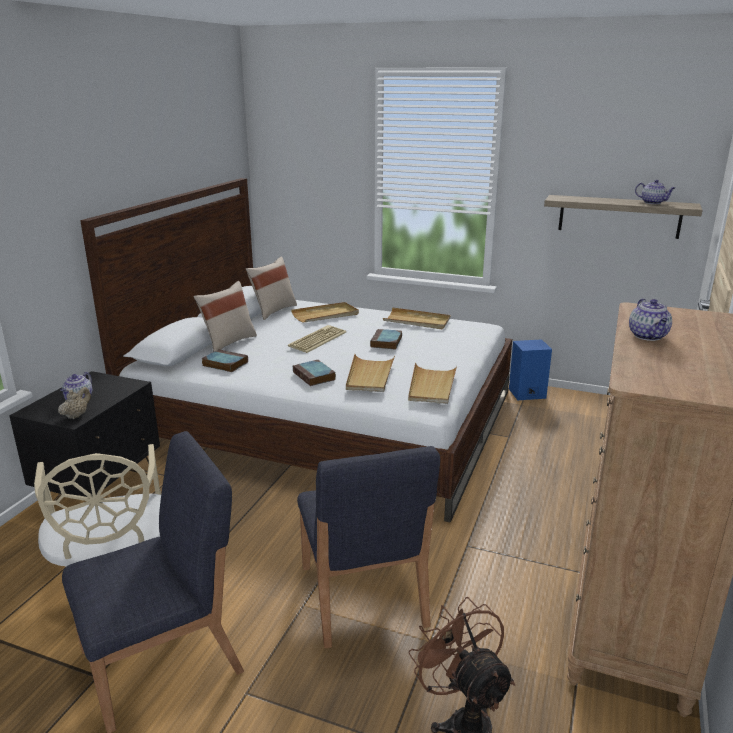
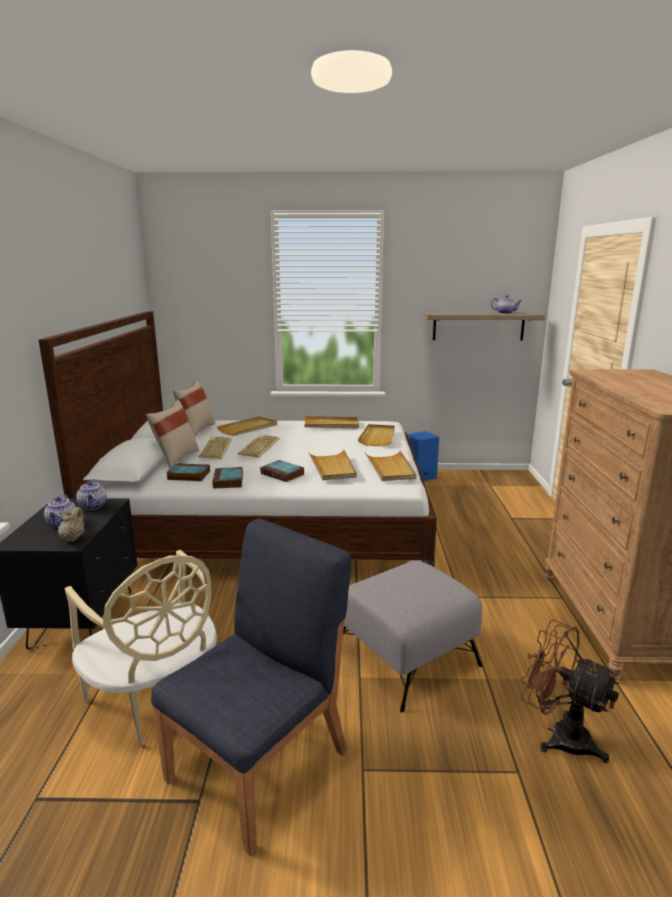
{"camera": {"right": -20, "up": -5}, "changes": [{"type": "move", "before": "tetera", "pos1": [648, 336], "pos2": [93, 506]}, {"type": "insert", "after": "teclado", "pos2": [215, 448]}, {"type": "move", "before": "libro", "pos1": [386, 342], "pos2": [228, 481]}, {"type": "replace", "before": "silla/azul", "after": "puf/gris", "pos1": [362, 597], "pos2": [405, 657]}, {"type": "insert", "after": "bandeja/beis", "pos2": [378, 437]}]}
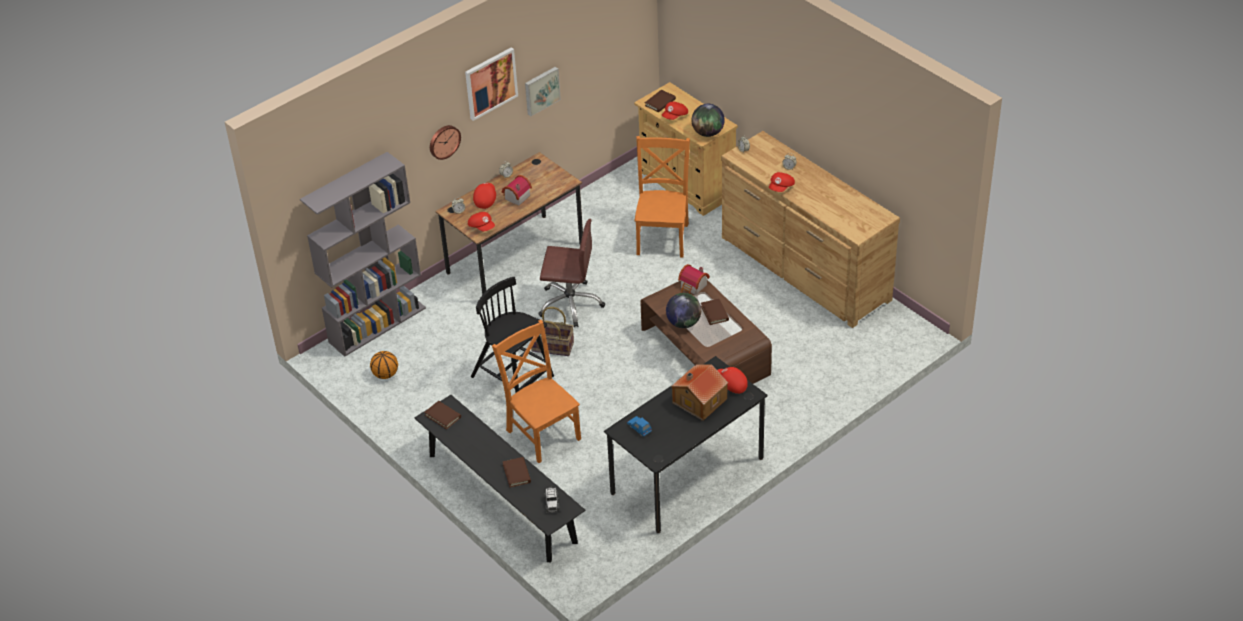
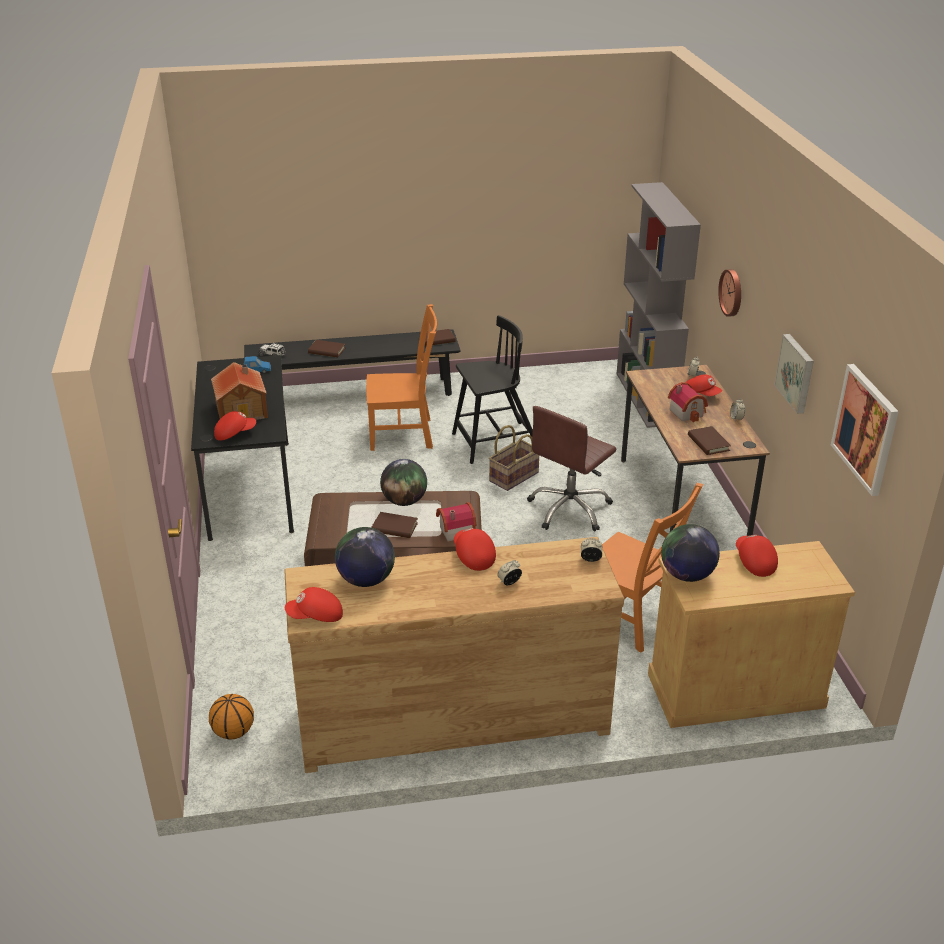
{"camera": {"right": 120, "up": -10}, "changes": [{"type": "move", "before": "balón de baloncesto", "pos1": [385, 375], "pos2": [233, 731]}, {"type": "move", "before": "gorra/rojo", "pos1": [482, 227], "pos2": [316, 616]}, {"type": "insert", "after": "globo terráqueo", "pos2": [366, 580]}, {"type": "move", "before": "libro/marrón", "pos1": [660, 102], "pos2": [708, 443]}, {"type": "move", "before": "cuadro", "pos1": [490, 83], "pos2": [866, 428]}]}
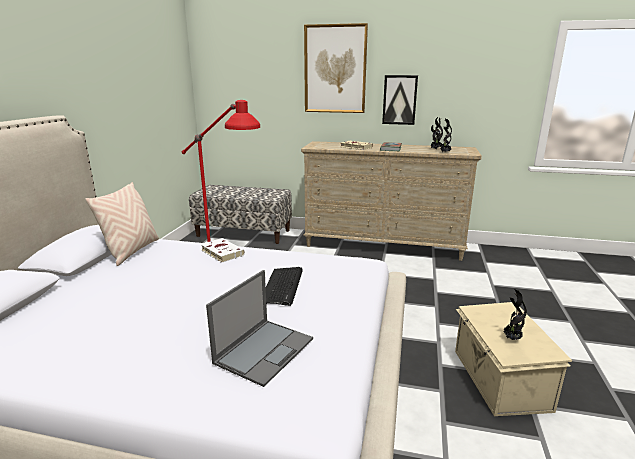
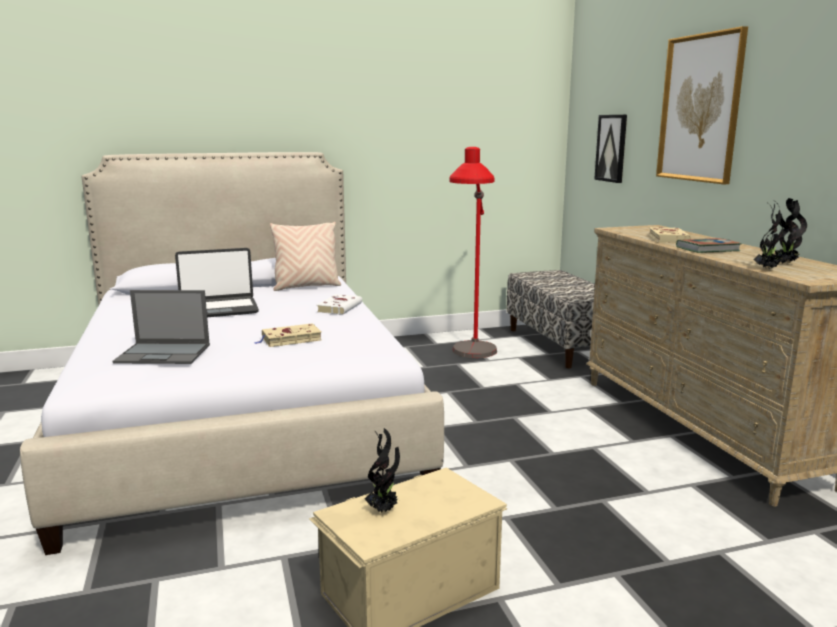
{"camera": {"right": 60, "up": -5}, "changes": [{"type": "insert", "after": "portátil", "pos2": [218, 309]}, {"type": "replace", "before": "teclado", "after": "libro/beis", "pos1": [282, 286], "pos2": [290, 339]}, {"type": "move", "before": "cuadro", "pos1": [399, 100], "pos2": [611, 148]}]}
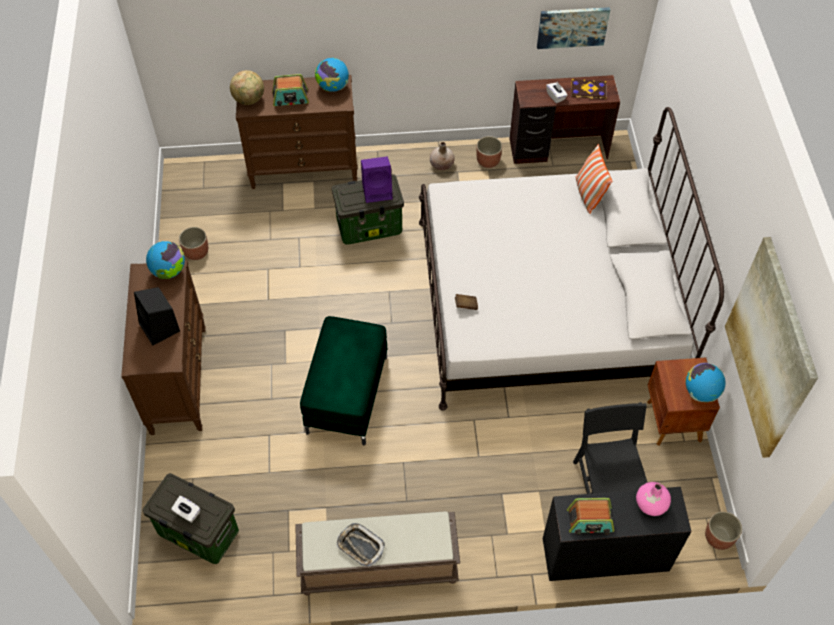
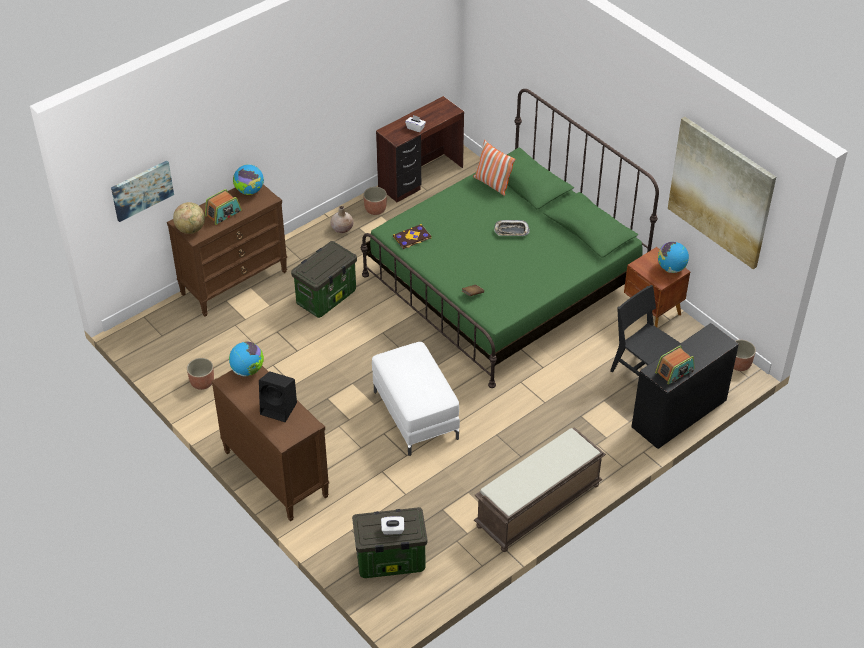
{"camera": {"right": -35, "up": -10}, "changes": [{"type": "move", "before": "cuadro", "pos1": [572, 27], "pos2": [142, 190]}, {"type": "recolor", "before": "cama/blanco", "after": "cama/verde", "pos1": [547, 302], "pos2": [504, 282]}, {"type": "recolor", "before": "puf/verde", "after": "puf/blanco", "pos1": [347, 394], "pos2": [414, 414]}, {"type": "move", "before": "libro", "pos1": [588, 90], "pos2": [412, 237]}, {"type": "move", "before": "bandeja", "pos1": [360, 546], "pos2": [511, 231]}, {"type": "delete", "before": "altavoz/morado", "pos1": [378, 190]}, {"type": "delete", "before": "florero/rosa", "pos1": [650, 504]}]}
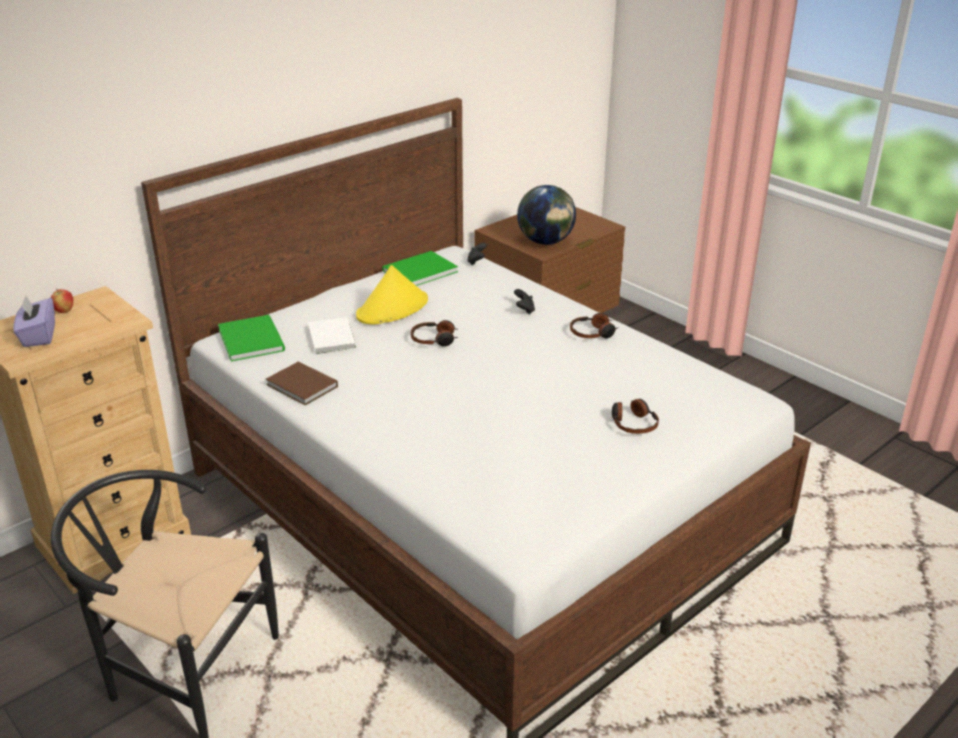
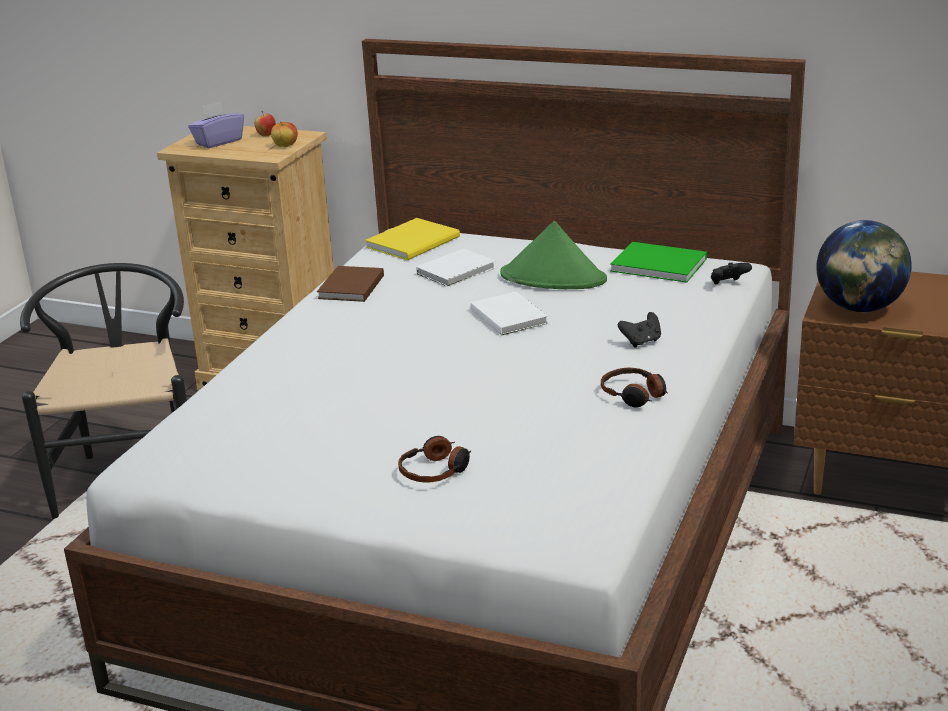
{"camera": {"right": 65, "up": -5}, "changes": [{"type": "insert", "after": "manzana", "pos2": [285, 146]}, {"type": "recolor", "before": "libro/verde", "after": "libro/amarillo", "pos1": [252, 338], "pos2": [416, 241]}, {"type": "replace", "before": "auriculares", "after": "libro/blanco", "pos1": [434, 340], "pos2": [509, 316]}, {"type": "recolor", "before": "sombrero/amarillo", "after": "sombrero/verde", "pos1": [393, 308], "pos2": [553, 278]}]}
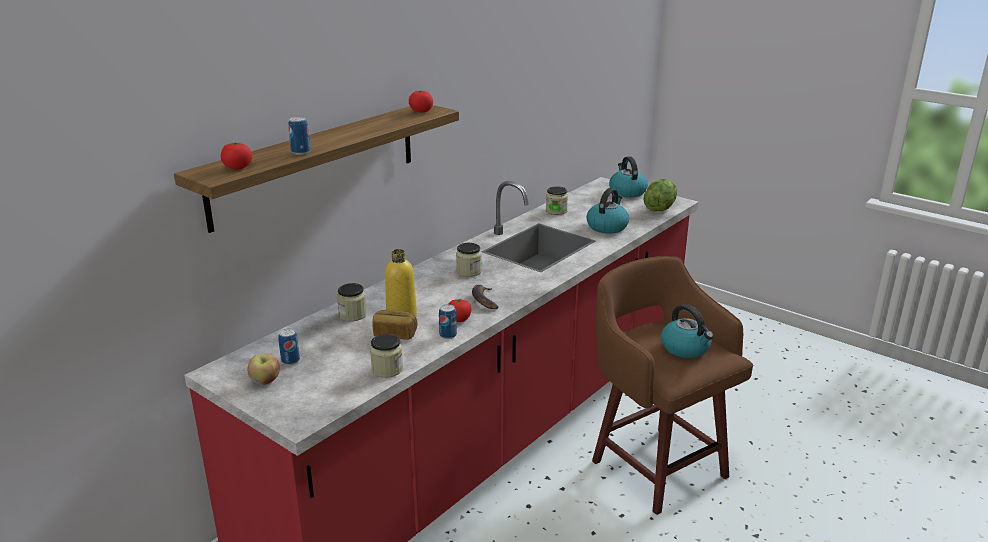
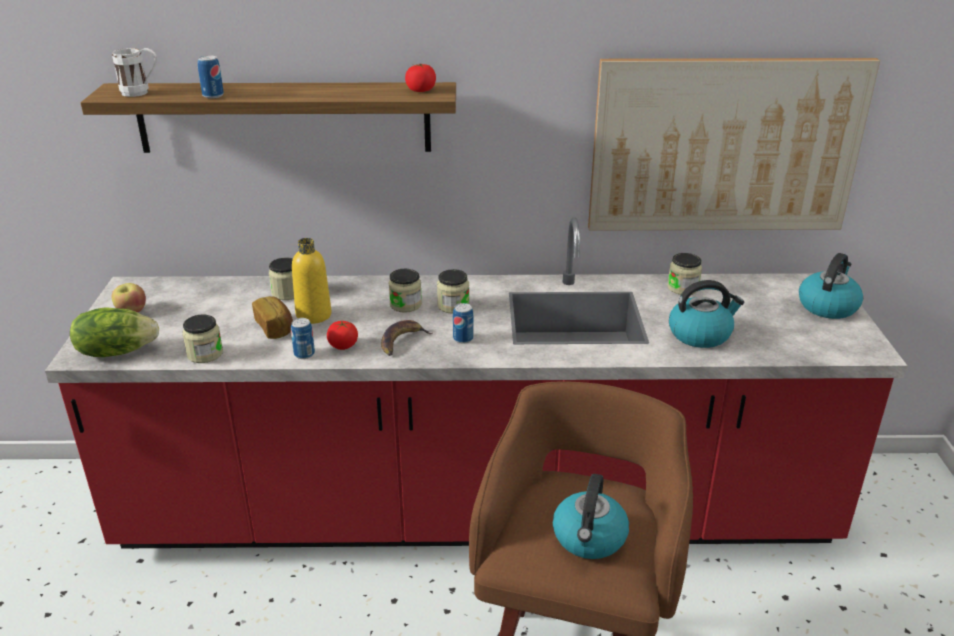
{"camera": {"right": 50, "up": 5}, "changes": [{"type": "move", "before": "lechuga", "pos1": [659, 208], "pos2": [116, 351]}, {"type": "replace", "before": "tomate", "after": "taza grande/blanco", "pos1": [238, 167], "pos2": [141, 93]}, {"type": "insert", "after": "tarro", "pos2": [405, 305]}, {"type": "move", "before": "lata", "pos1": [290, 361], "pos2": [463, 339]}, {"type": "insert", "after": "cuadro", "pos2": [725, 146]}]}
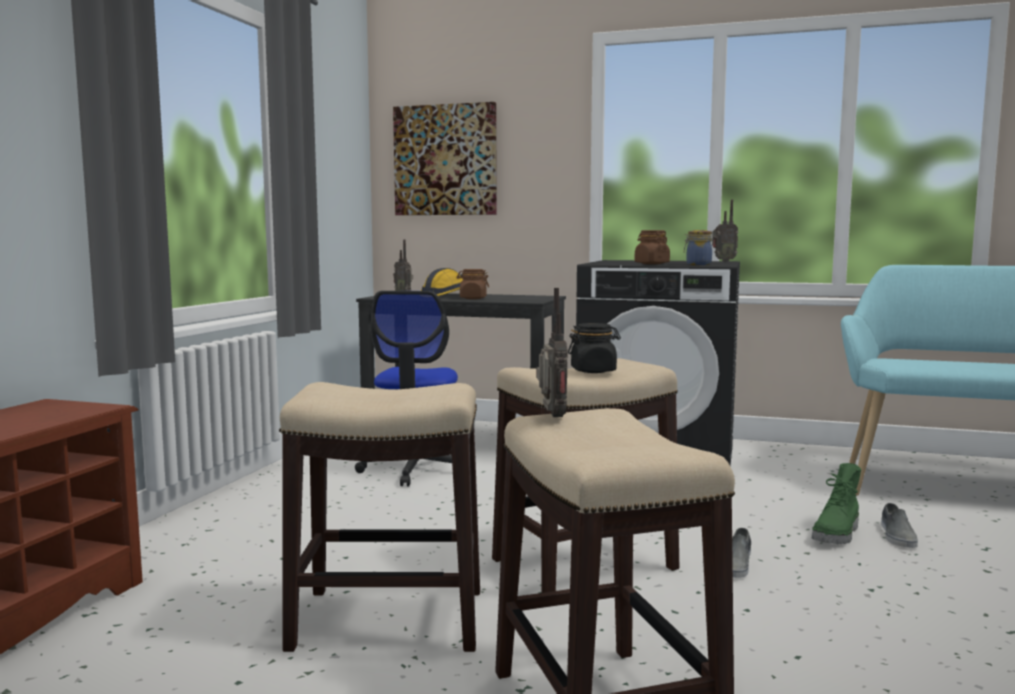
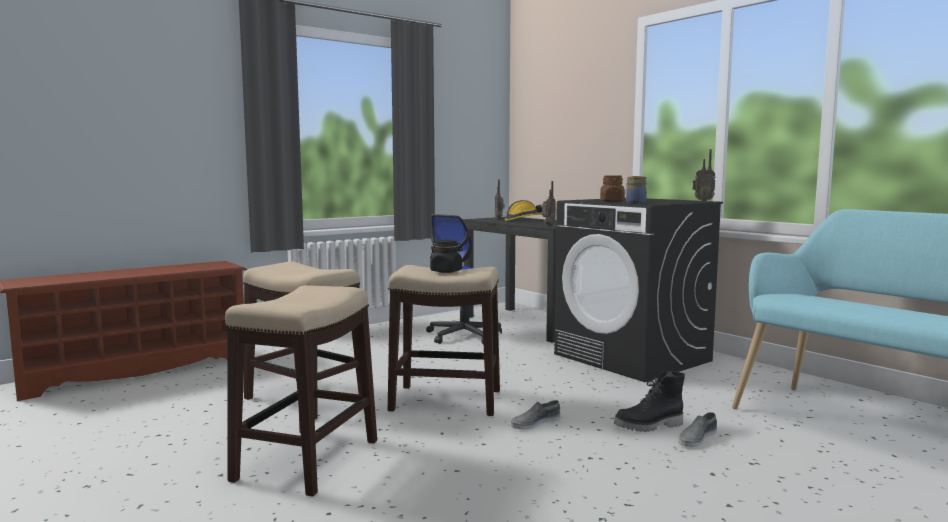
{"camera": {"right": 35, "up": 0}, "changes": [{"type": "move", "before": "radio", "pos1": [551, 417], "pos2": [548, 225]}, {"type": "recolor", "before": "bota/verde", "after": "bota/negro", "pos1": [837, 535], "pos2": [649, 426]}, {"type": "delete", "before": "cuadro", "pos1": [445, 160]}, {"type": "delete", "before": "tarro/marrón", "pos1": [473, 298]}]}
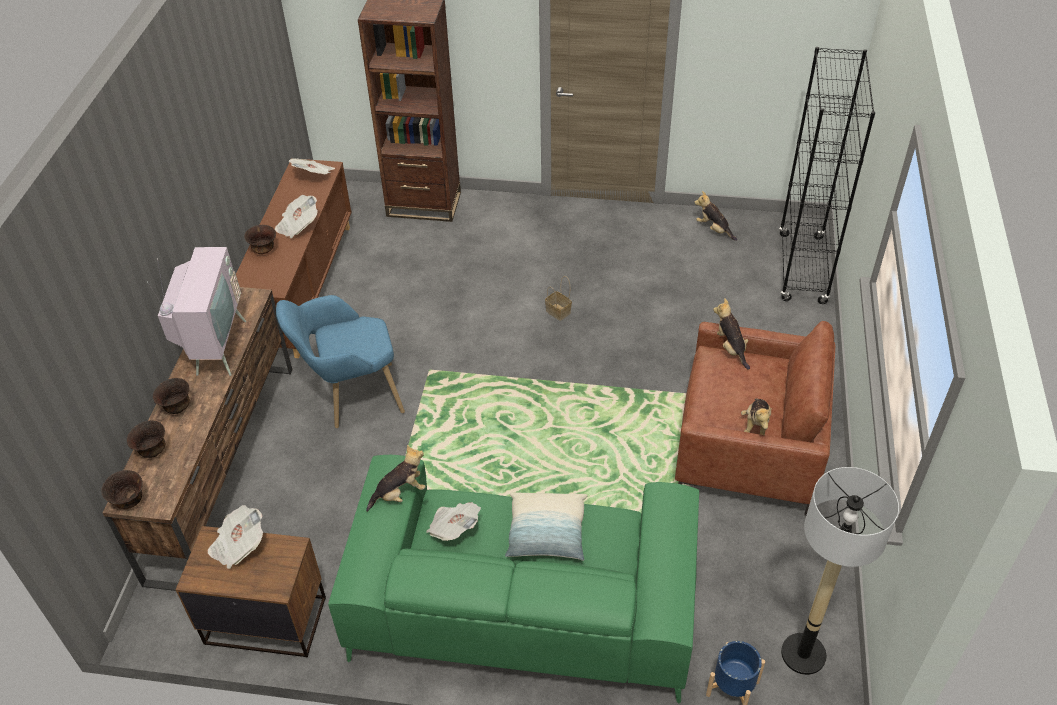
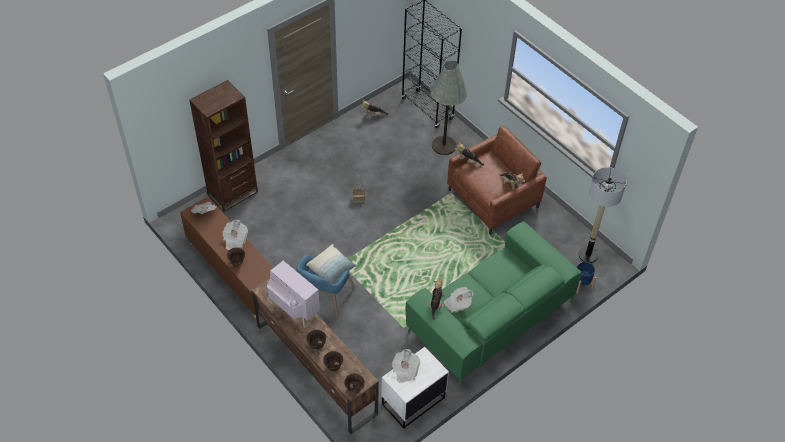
{"camera": {"right": -50, "up": 5}, "changes": [{"type": "move", "before": "cojín", "pos1": [547, 534], "pos2": [331, 269]}, {"type": "recolor", "before": "mesita de noche/marrón", "after": "mesita de noche/blanco", "pos1": [265, 619], "pos2": [412, 401]}, {"type": "insert", "after": "lámpara de pie/gris", "pos2": [444, 145]}]}
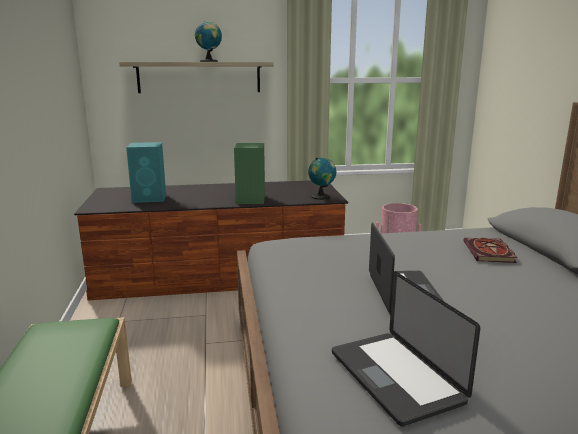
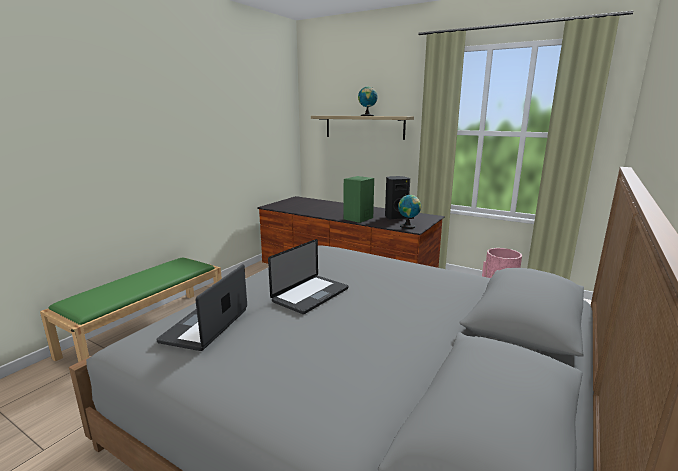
{"camera": {"right": 40, "up": 0}, "changes": [{"type": "insert", "after": "altavoz/negro", "pos2": [395, 217]}, {"type": "delete", "before": "altavoz/turquesa", "pos1": [150, 198]}, {"type": "delete", "before": "libro", "pos1": [490, 253]}]}
